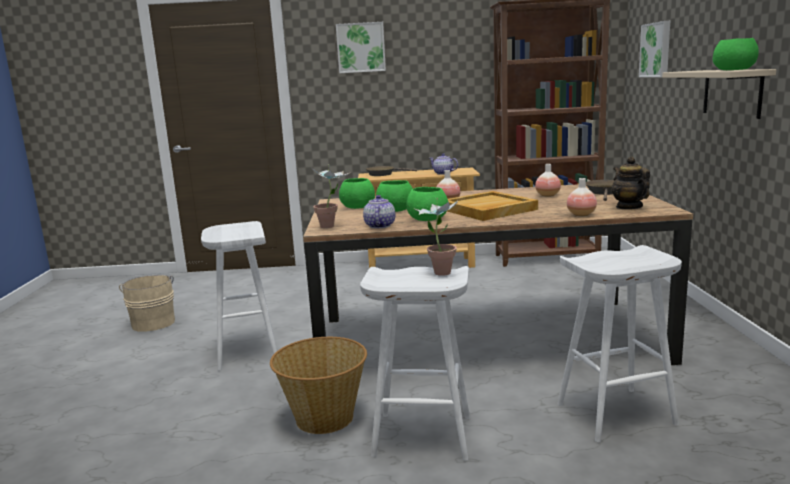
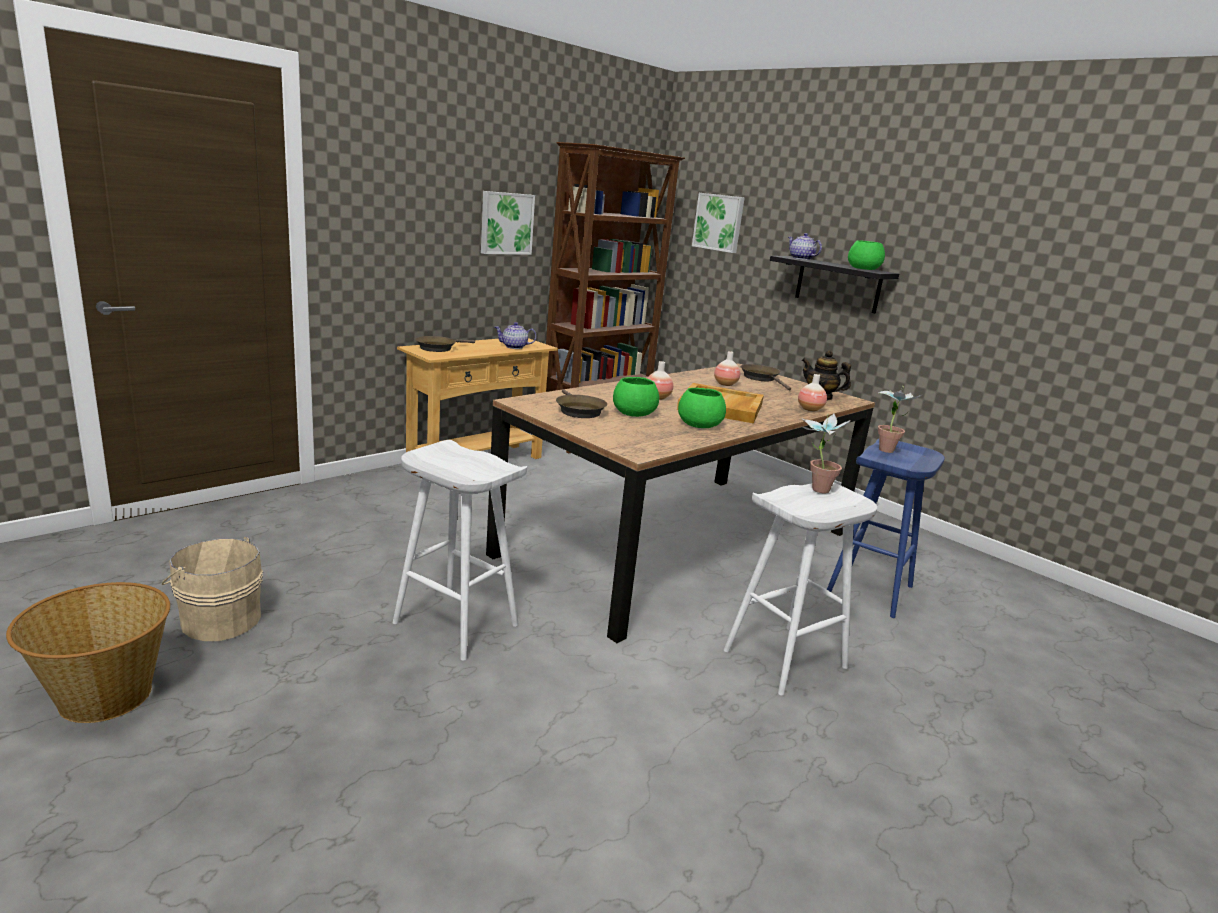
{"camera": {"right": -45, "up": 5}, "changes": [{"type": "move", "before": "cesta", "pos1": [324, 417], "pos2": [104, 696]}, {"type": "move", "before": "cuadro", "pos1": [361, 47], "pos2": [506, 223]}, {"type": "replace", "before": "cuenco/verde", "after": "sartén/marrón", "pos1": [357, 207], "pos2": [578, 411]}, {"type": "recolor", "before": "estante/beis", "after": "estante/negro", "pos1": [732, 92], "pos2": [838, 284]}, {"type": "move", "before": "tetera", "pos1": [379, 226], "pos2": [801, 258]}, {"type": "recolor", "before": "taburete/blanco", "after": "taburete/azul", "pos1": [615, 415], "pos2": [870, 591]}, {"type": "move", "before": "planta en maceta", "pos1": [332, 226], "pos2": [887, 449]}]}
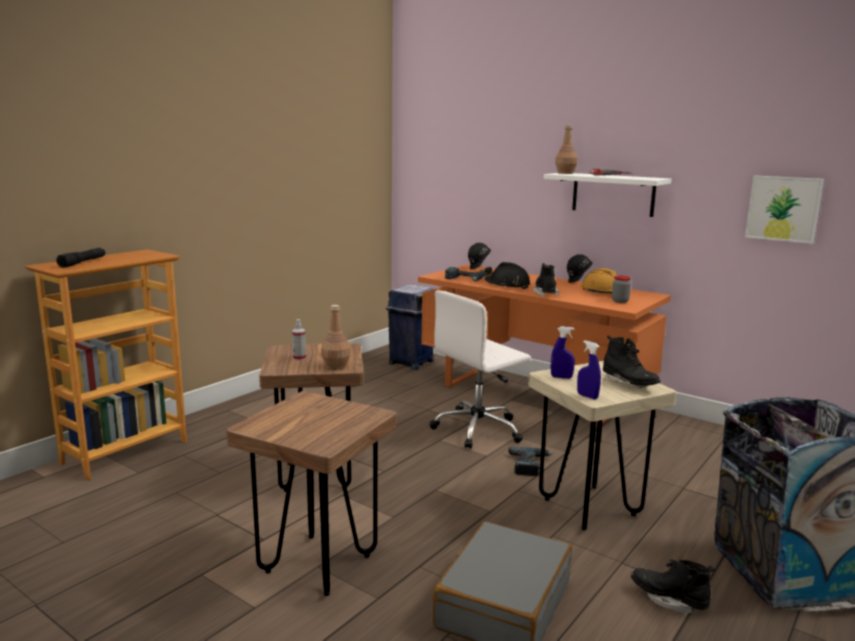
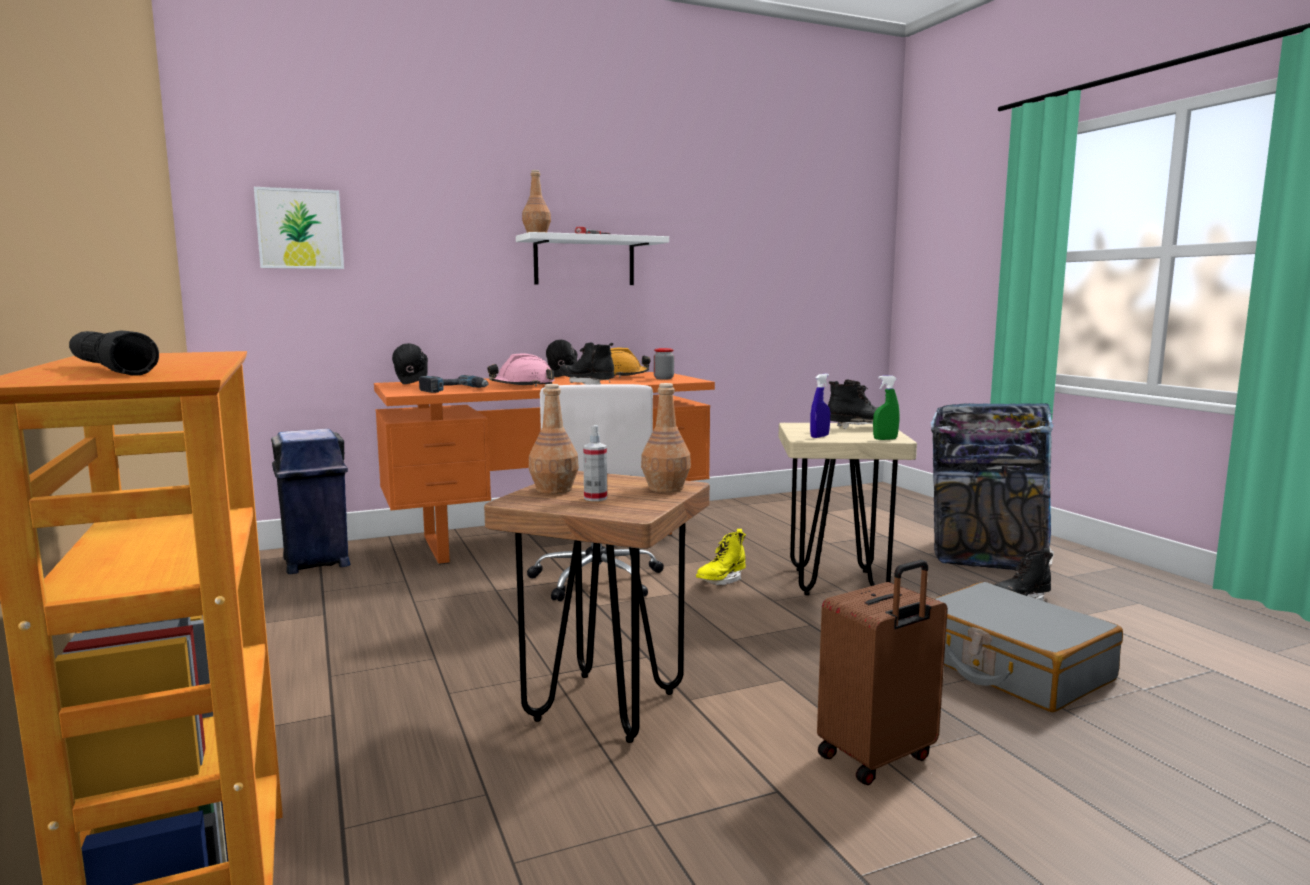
{"camera": {"right": -60, "up": -5}, "changes": [{"type": "move", "before": "cuadro", "pos1": [783, 208], "pos2": [300, 229]}, {"type": "recolor", "before": "casco/negro", "after": "casco/rosa", "pos1": [507, 285], "pos2": [522, 386]}, {"type": "insert", "after": "botella/marrón", "pos2": [554, 490]}, {"type": "replace", "before": "taladro", "after": "bota/amarillo", "pos1": [530, 465], "pos2": [721, 581]}, {"type": "replace", "before": "taburete/marrón", "after": "maleta/marrón", "pos1": [318, 564], "pos2": [877, 758]}, {"type": "recolor", "before": "pulverizador/azul", "after": "pulverizador/verde", "pos1": [587, 396], "pos2": [885, 439]}]}
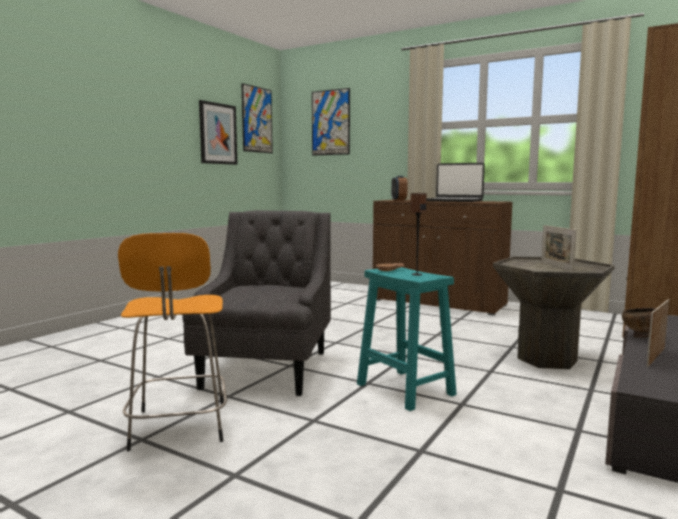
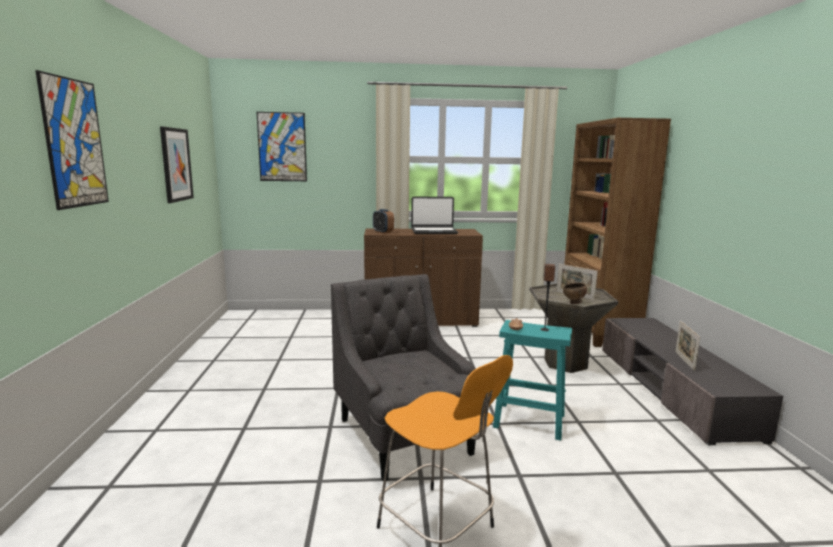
{"camera": {"right": -35, "up": 5}, "changes": [{"type": "move", "before": "cuadro", "pos1": [257, 119], "pos2": [74, 143]}, {"type": "move", "before": "cuenco/marrón", "pos1": [640, 337], "pos2": [573, 303]}]}
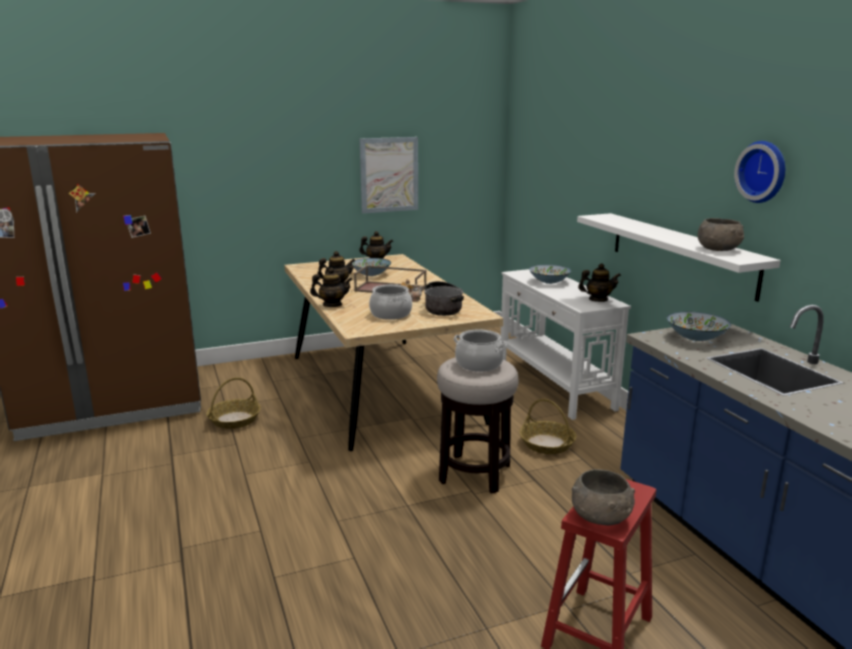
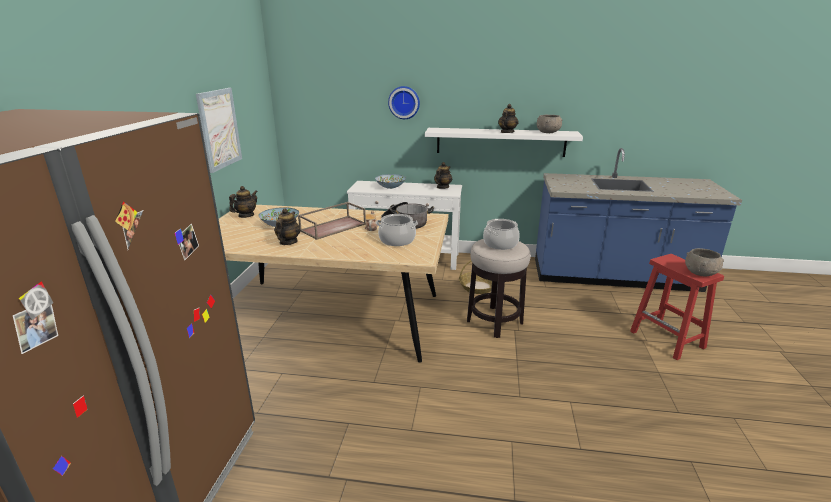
{"camera": {"right": -60, "up": 5}, "changes": [{"type": "move", "before": "reloj de pared", "pos1": [764, 171], "pos2": [404, 102]}, {"type": "move", "before": "tetera", "pos1": [332, 305], "pos2": [507, 132]}, {"type": "delete", "before": "cesta", "pos1": [234, 420]}, {"type": "delete", "before": "cuenco", "pos1": [696, 338]}]}
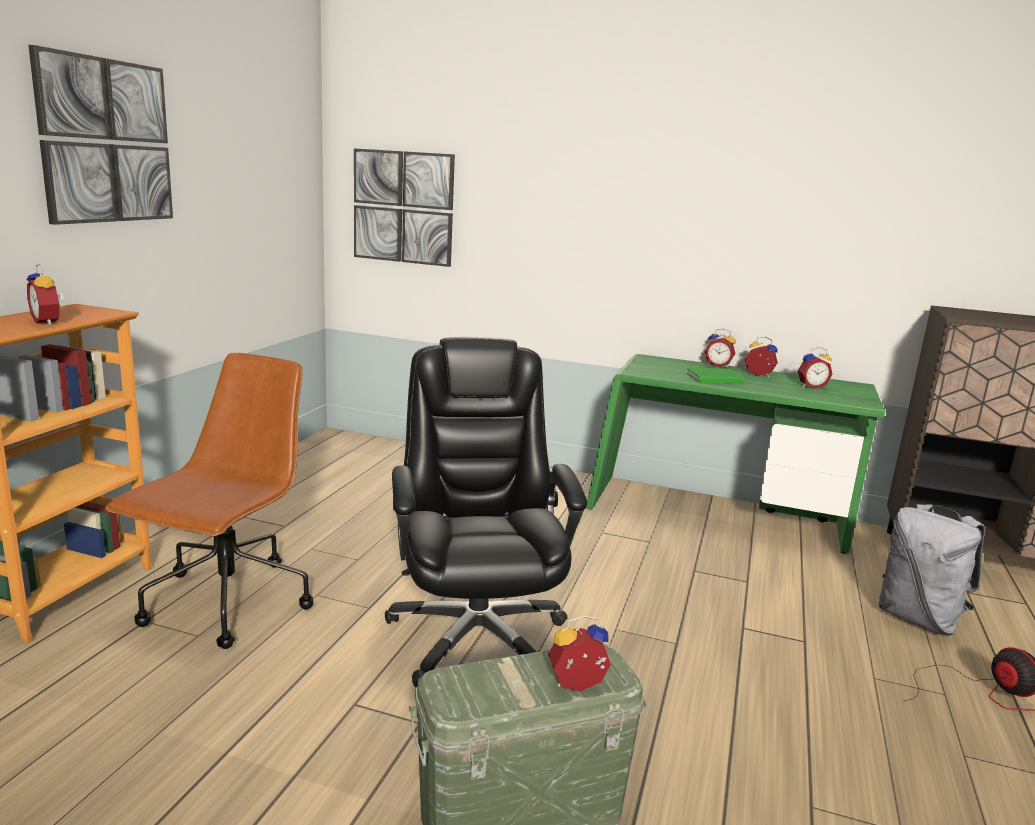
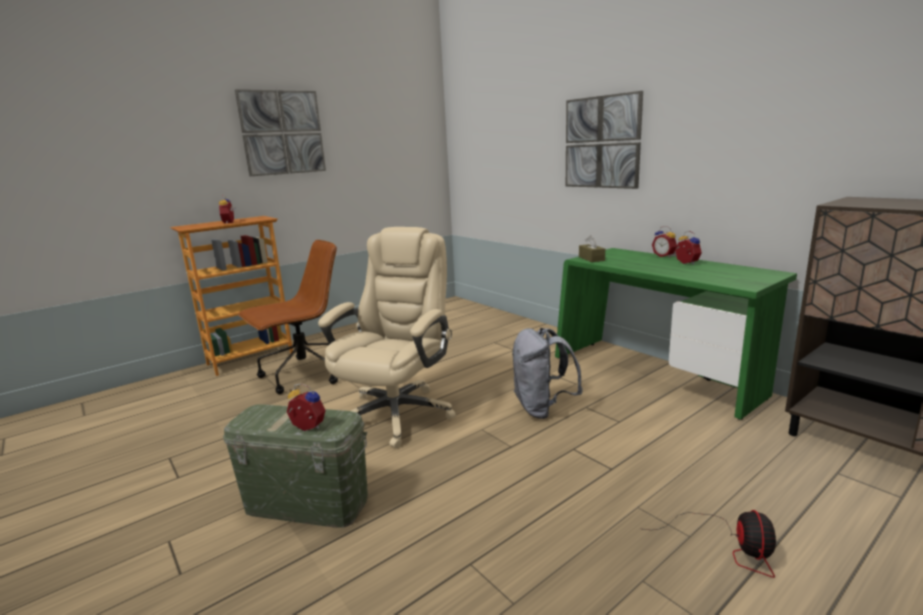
{"camera": {"right": 35, "up": 0}, "changes": [{"type": "recolor", "before": "silla de oficina/negro", "after": "silla de oficina/beis", "pos1": [476, 634], "pos2": [397, 413]}, {"type": "move", "before": "mochila/gris", "pos1": [919, 619], "pos2": [542, 409]}, {"type": "move", "before": "cuadro", "pos1": [403, 207], "pos2": [602, 142]}, {"type": "insert", "after": "caja de pañuelos/marrón", "pos2": [591, 258]}, {"type": "delete", "before": "libro/verde", "pos1": [712, 378]}, {"type": "delete", "before": "despertador", "pos1": [811, 386]}]}
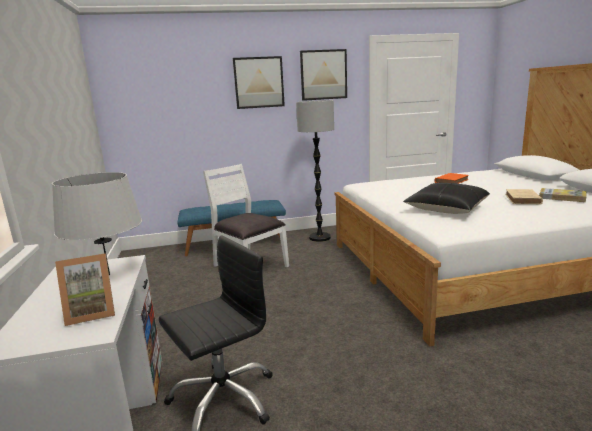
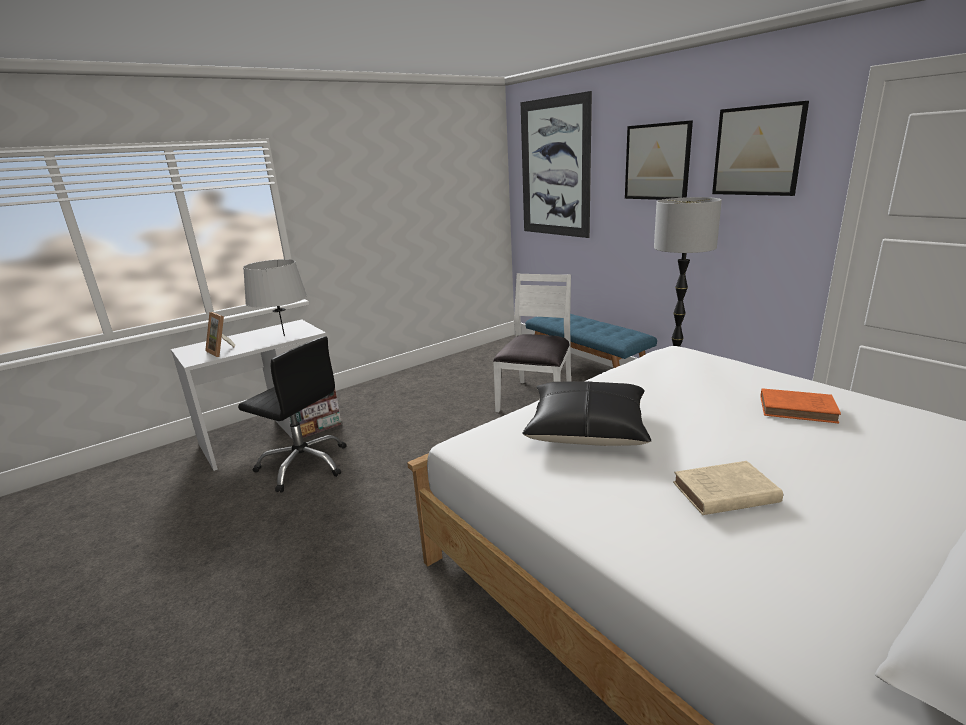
{"camera": {"right": 65, "up": 5}, "changes": [{"type": "insert", "after": "cuadro", "pos2": [554, 168]}, {"type": "delete", "before": "libro", "pos1": [562, 197]}]}
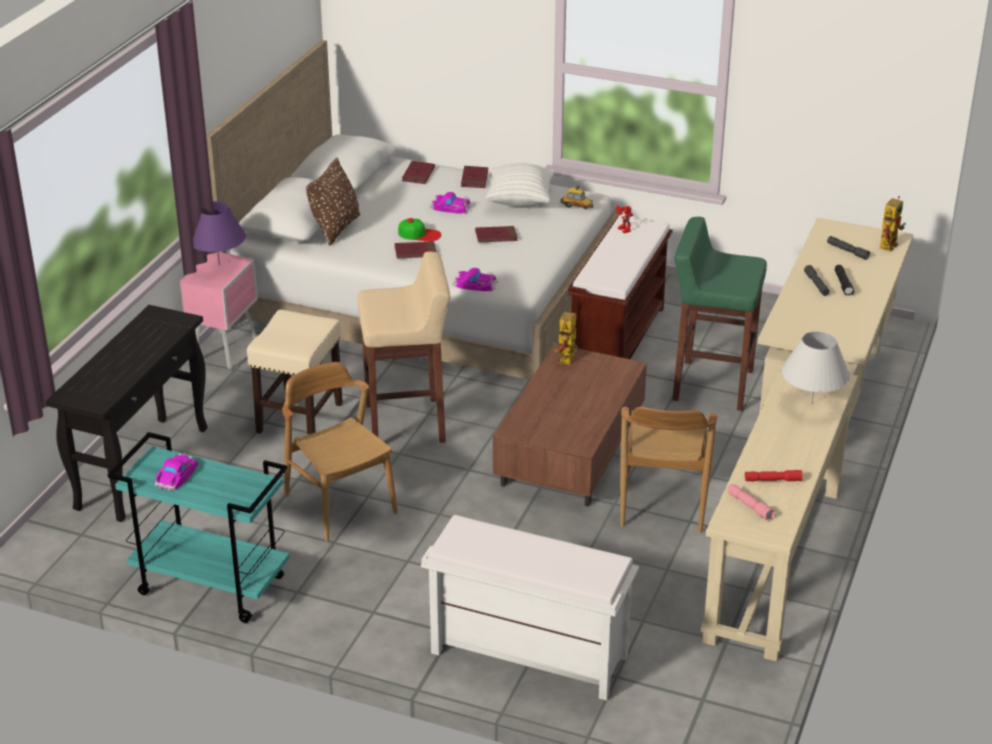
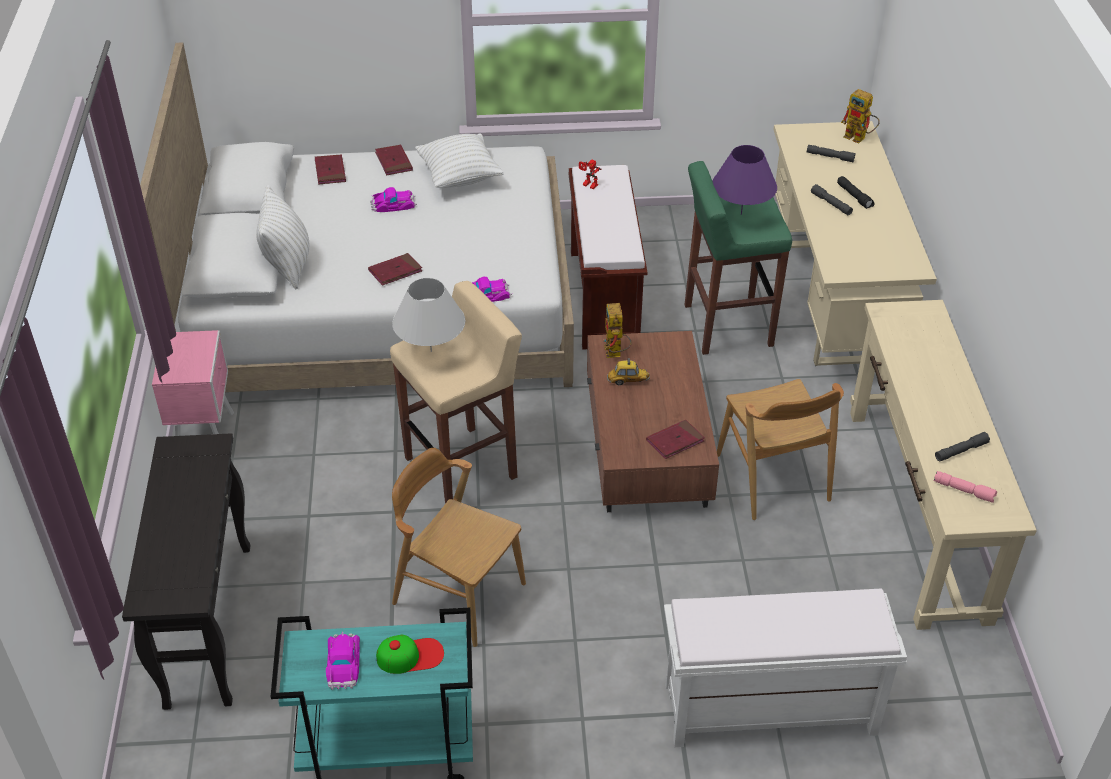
{"camera": {"right": -25, "up": 10}, "changes": [{"type": "recolor", "before": "cojín/marrón", "after": "cojín/blanco", "pos1": [336, 229], "pos2": [288, 265]}, {"type": "move", "before": "gorra", "pos1": [419, 234], "pos2": [410, 656]}, {"type": "move", "before": "lámpara de mesa/blanco", "pos1": [811, 403], "pos2": [431, 351]}, {"type": "move", "before": "coche de juguete", "pos1": [577, 207], "pos2": [628, 381]}, {"type": "move", "before": "libro/rojo", "pos1": [496, 236], "pos2": [675, 441]}, {"type": "move", "before": "lámpara de mesa/morado", "pos1": [219, 265], "pos2": [741, 214]}, {"type": "rotate", "before": "robot de juguete", "pos1": [888, 243], "pos2": [859, 138], "turn": 120}, {"type": "recolor", "before": "linterna/rojo", "after": "linterna/gris", "pos1": [773, 480], "pos2": [961, 451]}, {"type": "delete", "before": "taburete/beis", "pos1": [300, 417]}]}
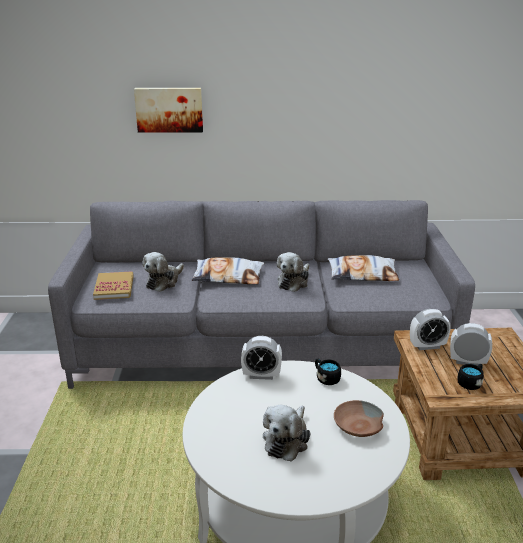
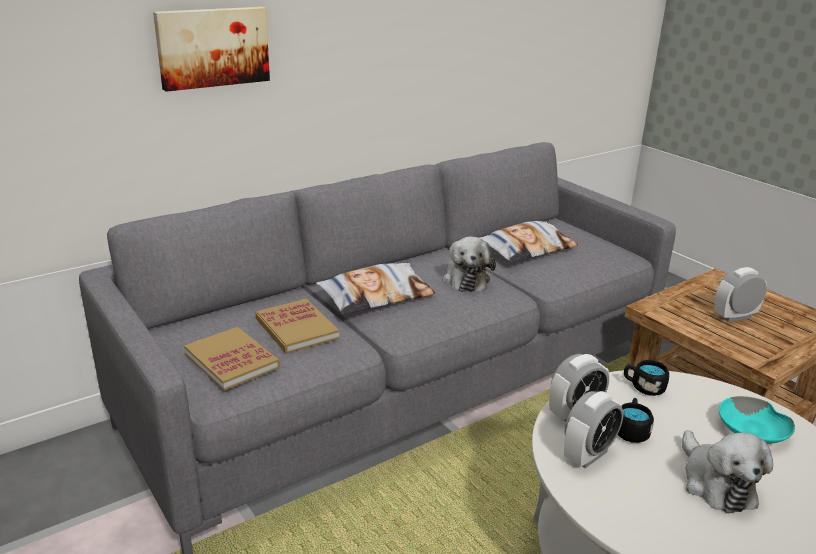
{"camera": {"right": -35, "up": 0}, "changes": [{"type": "replace", "before": "peluche", "after": "libro", "pos1": [164, 282], "pos2": [296, 329]}, {"type": "move", "before": "despertador", "pos1": [427, 346], "pos2": [588, 455]}, {"type": "move", "before": "taza grande/negro", "pos1": [471, 383], "pos2": [631, 430]}, {"type": "recolor", "before": "cuenco/marrón", "after": "cuenco/turquesa", "pos1": [358, 426], "pos2": [753, 431]}]}
